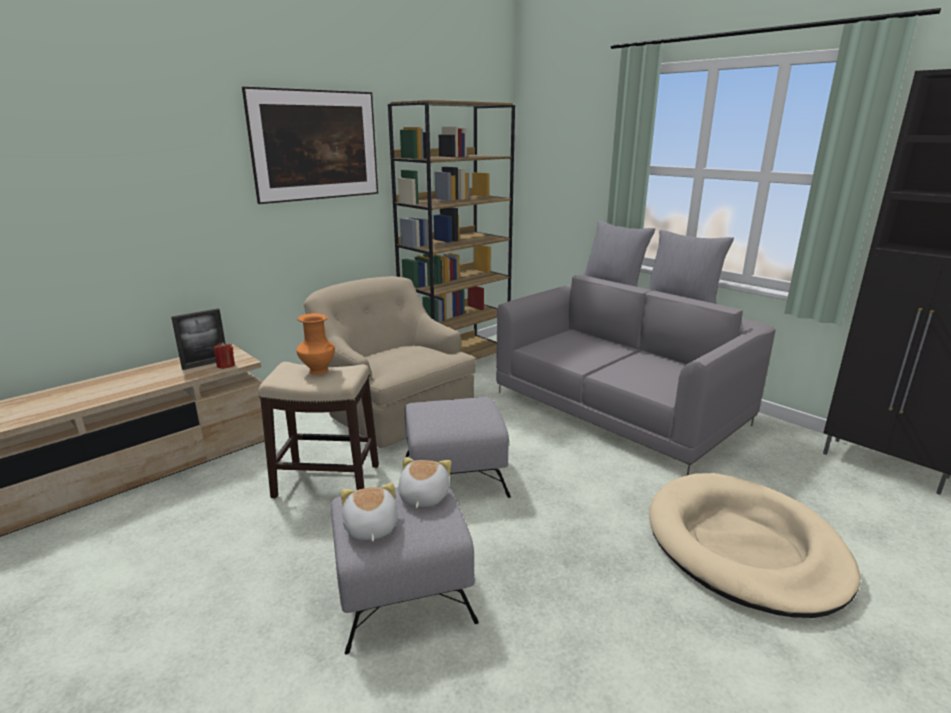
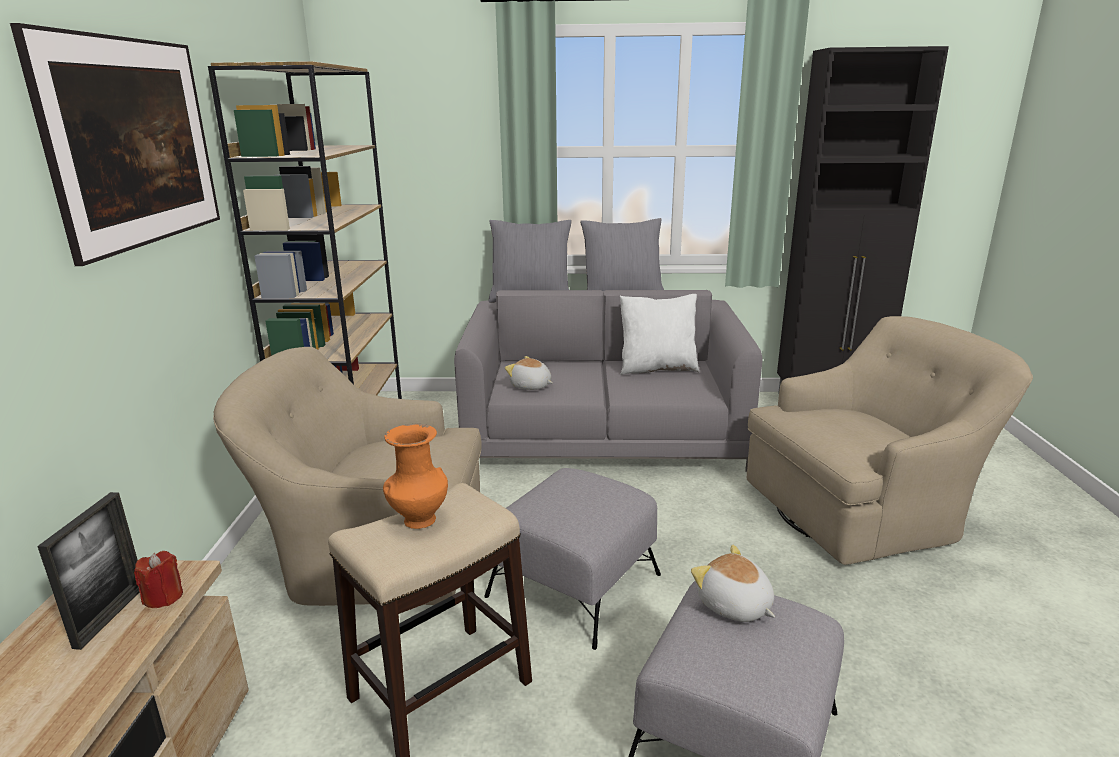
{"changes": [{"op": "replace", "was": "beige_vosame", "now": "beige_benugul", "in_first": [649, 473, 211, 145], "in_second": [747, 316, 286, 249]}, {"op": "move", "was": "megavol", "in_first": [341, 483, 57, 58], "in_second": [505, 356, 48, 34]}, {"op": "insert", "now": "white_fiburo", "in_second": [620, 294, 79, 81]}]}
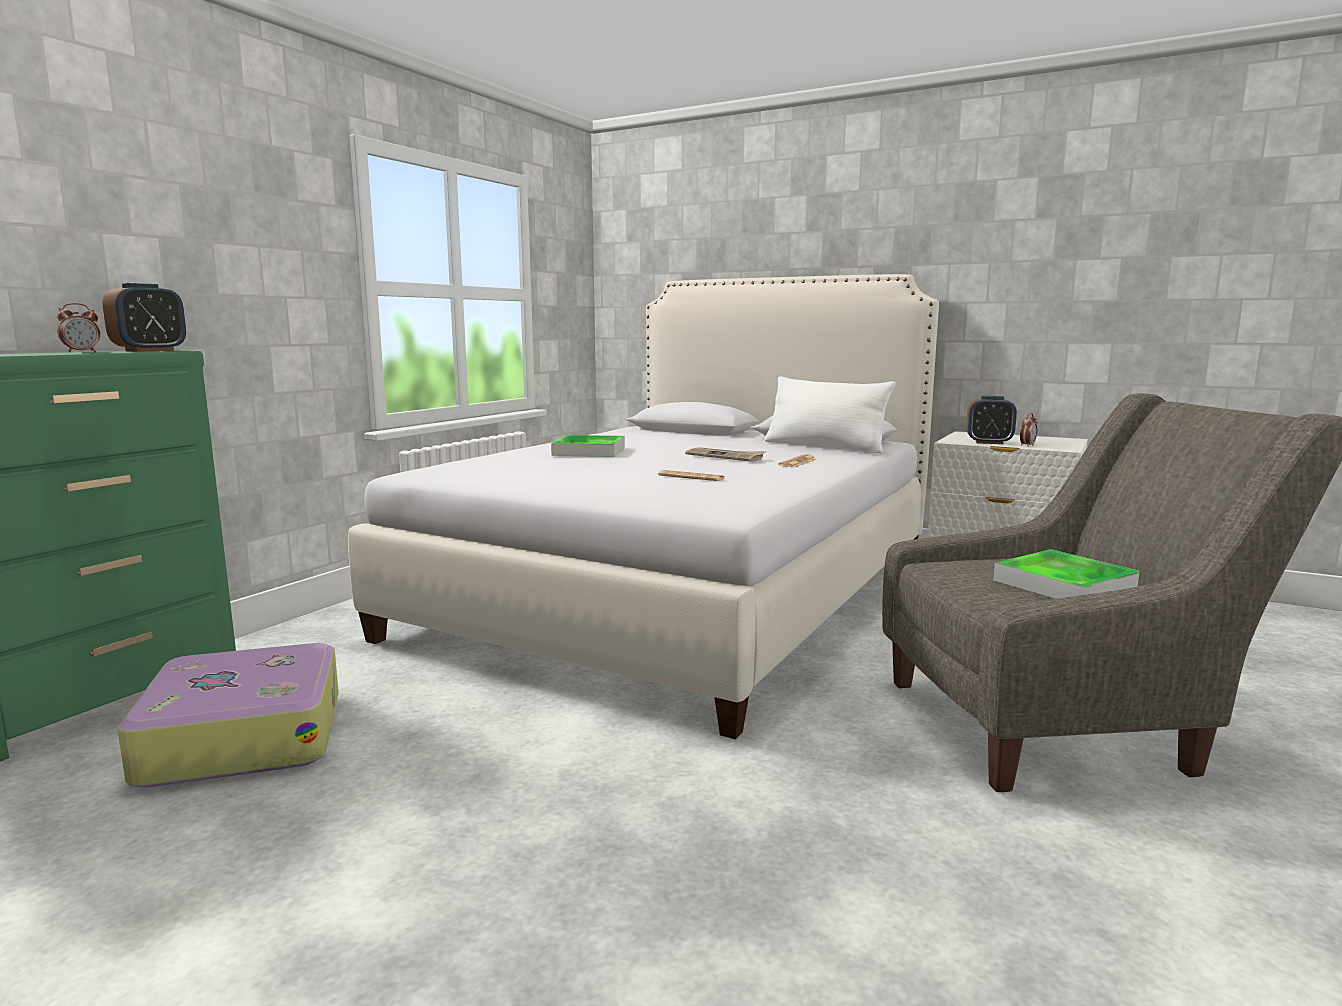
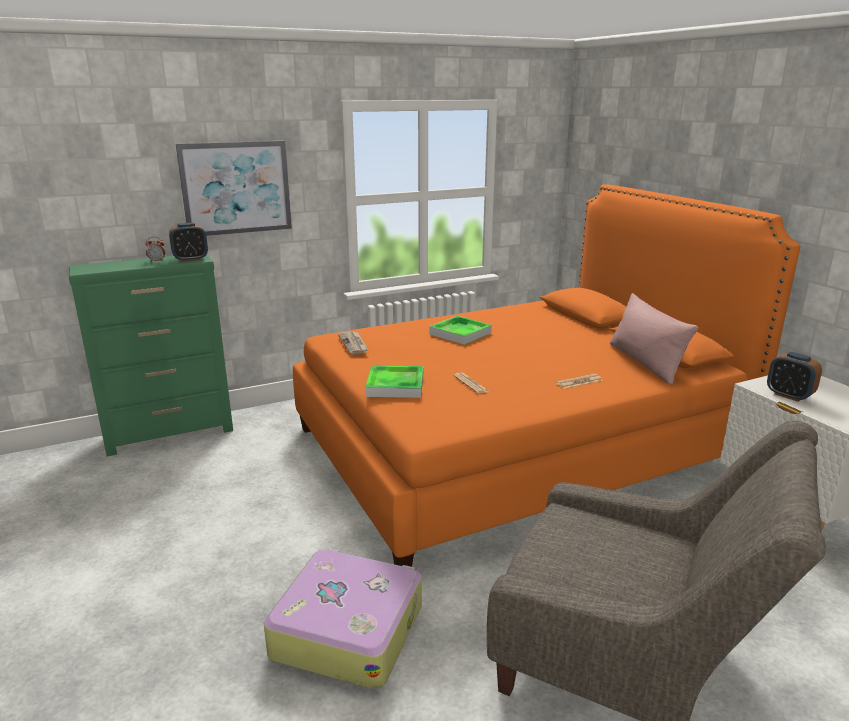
{"changes": [{"op": "recolor", "was": "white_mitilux", "now": "orange_mitilux", "in_first": [348, 274, 591, 465], "in_second": [293, 184, 507, 383]}, {"op": "recolor", "was": "white_fiburo", "now": "pink_fiburo", "in_first": [765, 376, 131, 78], "in_second": [610, 293, 88, 92]}, {"op": "delete", "was": "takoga", "in_first": [1020, 413, 18, 34]}, {"op": "move", "was": "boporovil", "in_first": [685, 447, 81, 15], "in_second": [338, 331, 30, 24]}, {"op": "move", "was": "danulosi", "in_first": [993, 549, 147, 50], "in_second": [365, 365, 58, 33]}, {"op": "move", "was": "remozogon", "in_first": [117, 643, 222, 145], "in_second": [264, 548, 158, 141]}, {"op": "insert", "now": "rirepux", "in_second": [176, 141, 116, 95]}]}
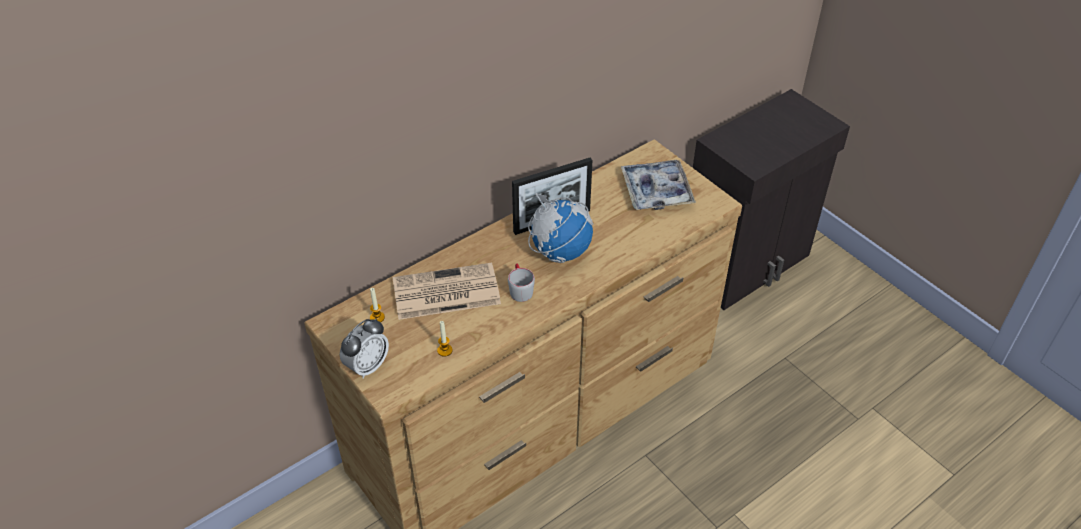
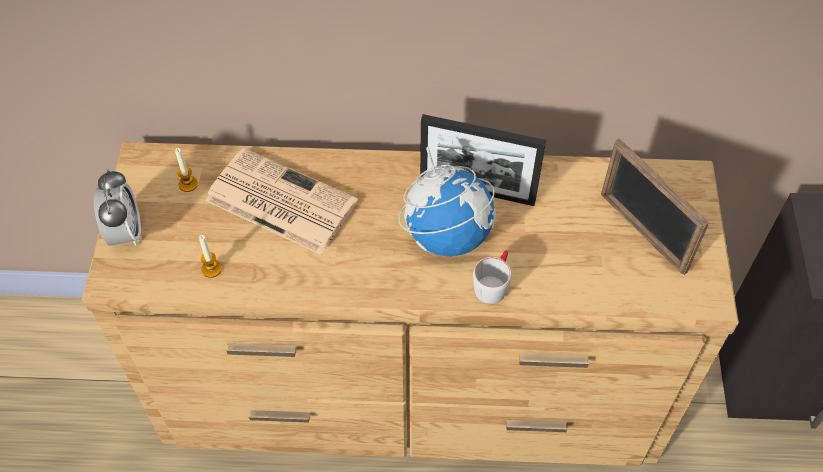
{"changes": [{"op": "replace", "was": "danulosi", "now": "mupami", "in_first": [621, 160, 75, 50], "in_second": [601, 139, 109, 136]}, {"op": "move", "was": "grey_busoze", "in_first": [508, 263, 27, 39], "in_second": [473, 250, 39, 54]}, {"op": "rotate", "was": "takoga", "in_first": [340, 318, 49, 61], "in_second": [94, 170, 47, 76], "clockwise": -90}]}
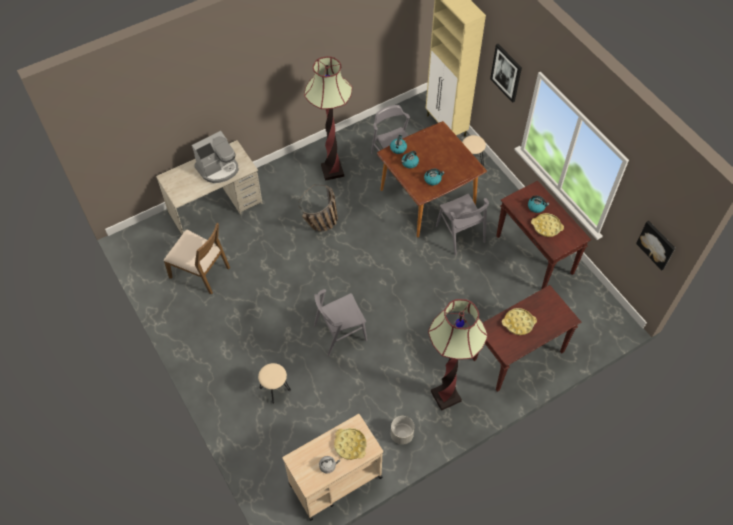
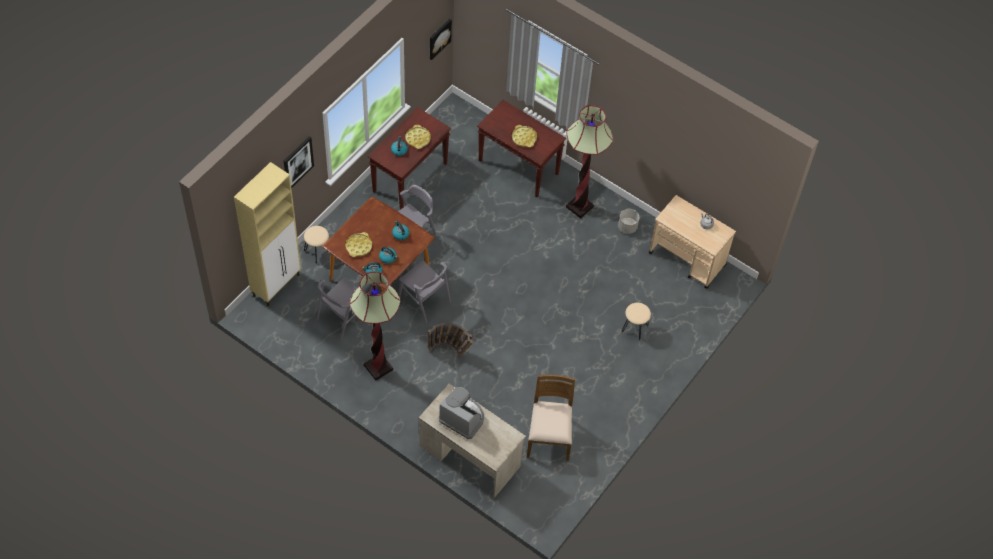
{"changes": [{"op": "move", "was": "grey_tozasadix", "in_first": [314, 289, 53, 67], "in_second": [398, 260, 53, 63]}, {"op": "move", "was": "yellow_danulosi", "in_first": [334, 428, 33, 32], "in_second": [346, 232, 26, 25]}]}
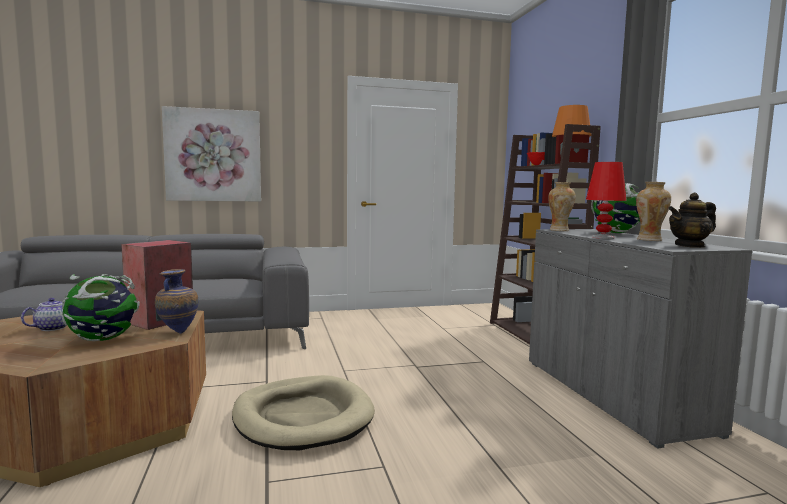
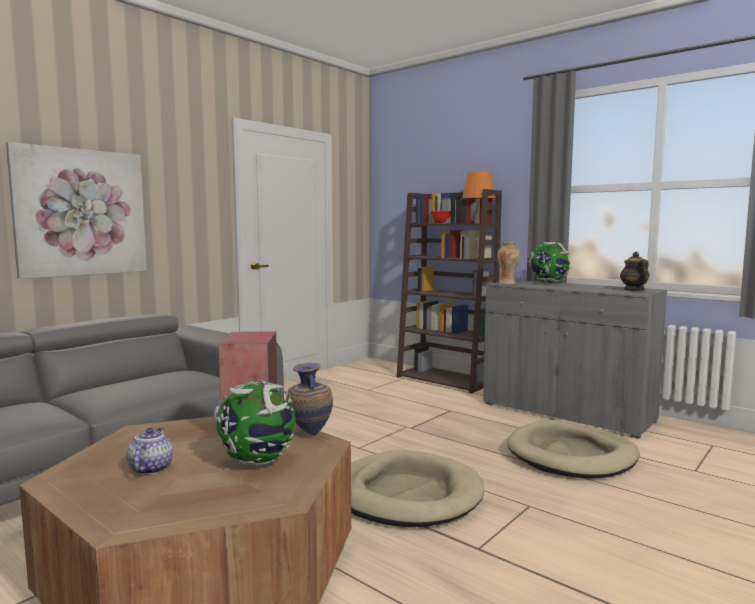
{"changes": [{"op": "delete", "was": "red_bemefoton", "in_first": [586, 162, 41, 77]}, {"op": "delete", "was": "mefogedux", "in_first": [636, 182, 35, 59]}, {"op": "rotate", "was": "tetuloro", "in_first": [668, 193, 48, 55], "in_second": [620, 252, 29, 39], "clockwise": 135}, {"op": "insert", "now": "beige_vosame", "in_second": [507, 420, 133, 58]}]}
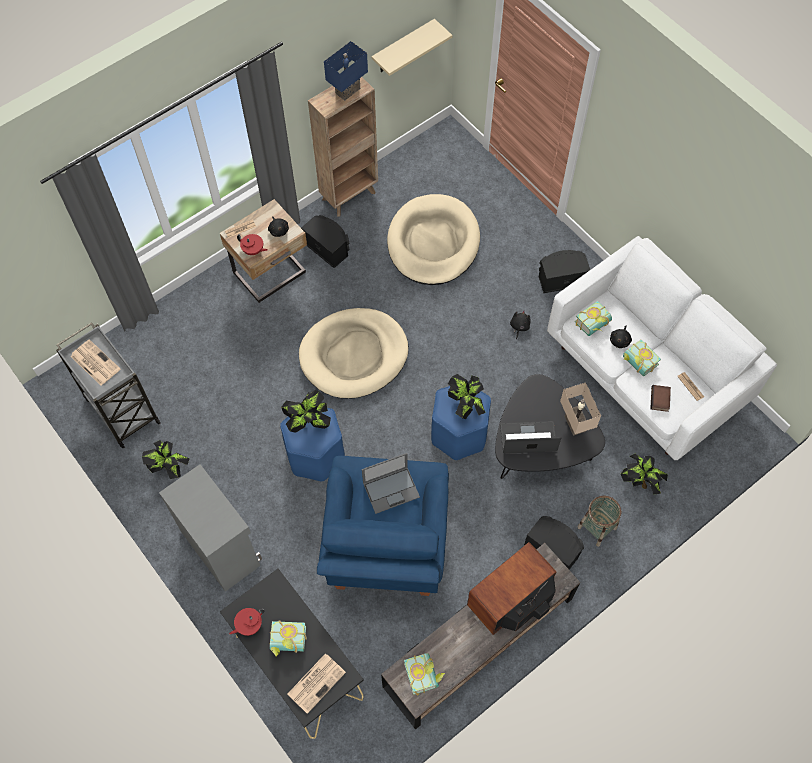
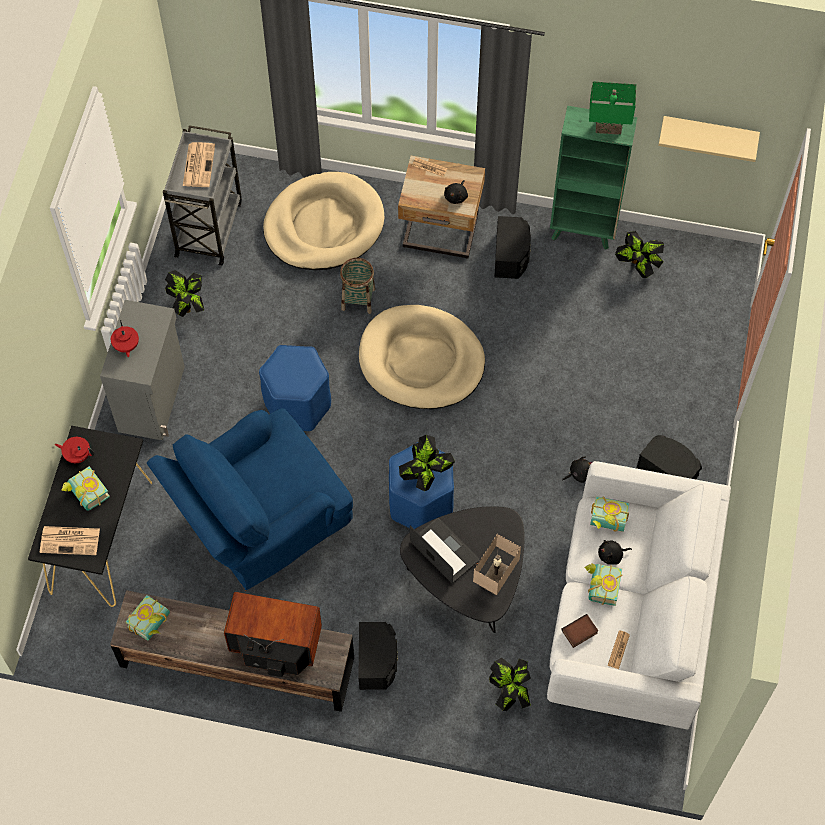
{"changes": [{"op": "recolor", "was": "blue_bemefoton", "now": "green_bemefoton", "in_first": [324, 41, 44, 60], "in_second": [589, 81, 47, 54]}, {"op": "recolor", "was": "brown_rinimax", "now": "green_rinimax", "in_first": [308, 77, 70, 140], "in_second": [550, 106, 87, 144]}, {"op": "move", "was": "beige_vosame", "in_first": [387, 194, 93, 91], "in_second": [263, 172, 122, 98]}, {"op": "move", "was": "red_tetuloro", "in_first": [237, 234, 31, 21], "in_second": [111, 320, 28, 37]}, {"op": "move", "was": "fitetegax", "in_first": [281, 390, 50, 43], "in_second": [615, 231, 49, 47]}, {"op": "delete", "was": "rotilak", "in_first": [362, 453, 58, 61]}, {"op": "move", "was": "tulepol", "in_first": [577, 496, 45, 51], "in_second": [340, 258, 35, 56]}]}
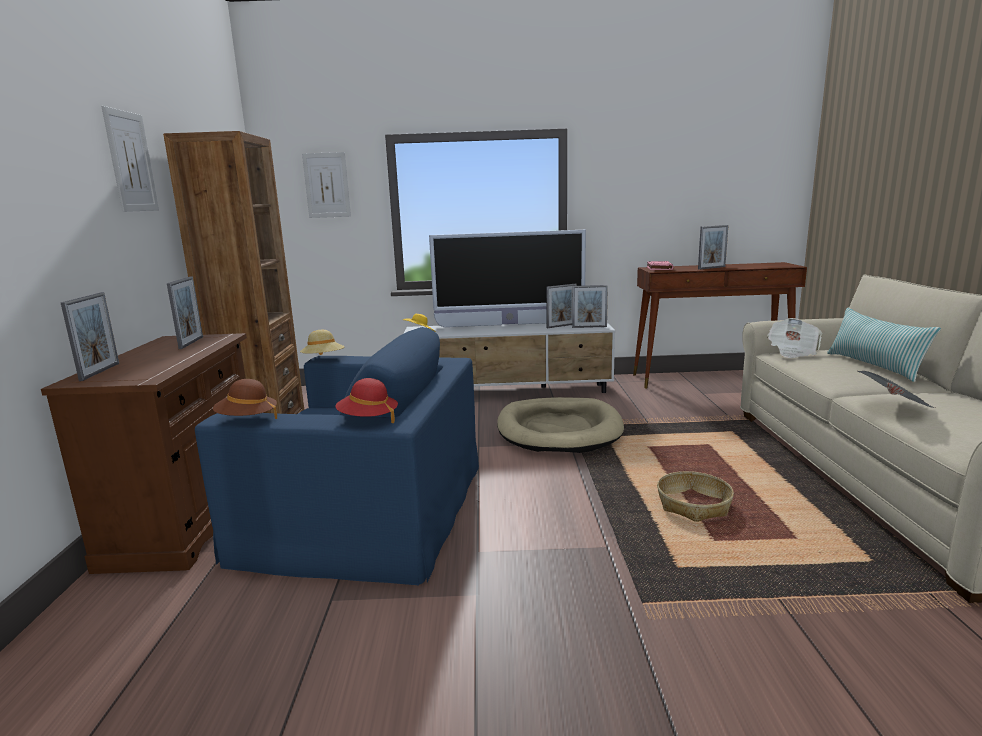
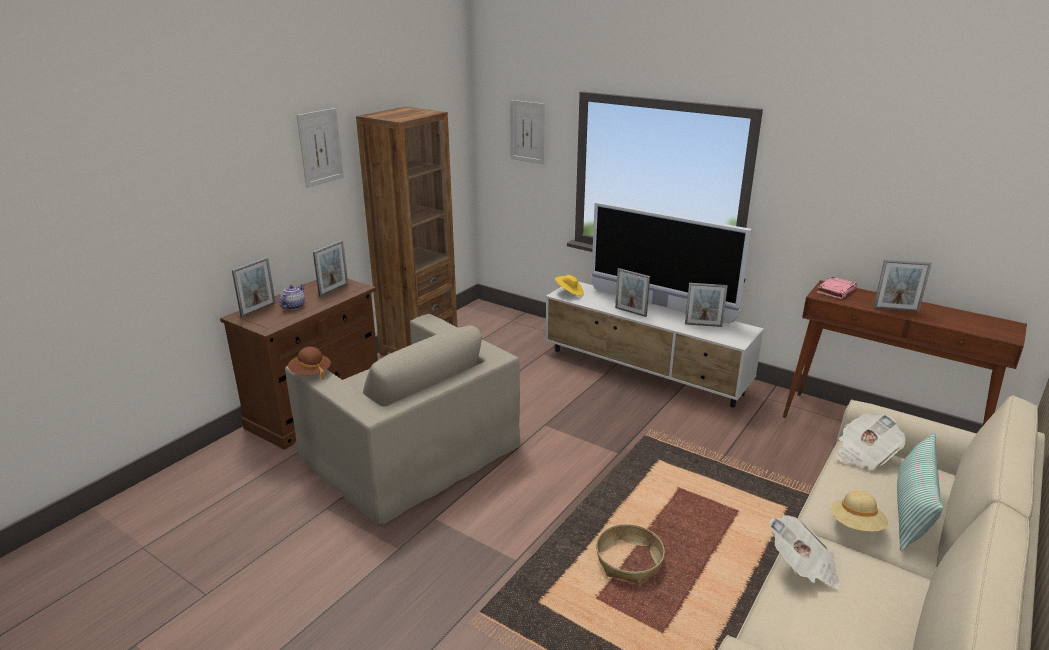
{"changes": [{"op": "move", "was": "mupami", "in_first": [572, 285, 36, 43], "in_second": [615, 268, 35, 49]}, {"op": "recolor", "was": "blue_benugul", "now": "beige_benugul", "in_first": [195, 327, 284, 258], "in_second": [285, 314, 235, 211]}, {"op": "move", "was": "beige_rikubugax", "in_first": [300, 330, 45, 25], "in_second": [831, 490, 57, 42]}, {"op": "delete", "was": "red_rikubugax", "in_first": [335, 378, 63, 45]}, {"op": "delete", "was": "beige_vosame", "in_first": [497, 397, 127, 56]}, {"op": "insert", "now": "tetuloro", "in_second": [279, 284, 26, 26]}]}
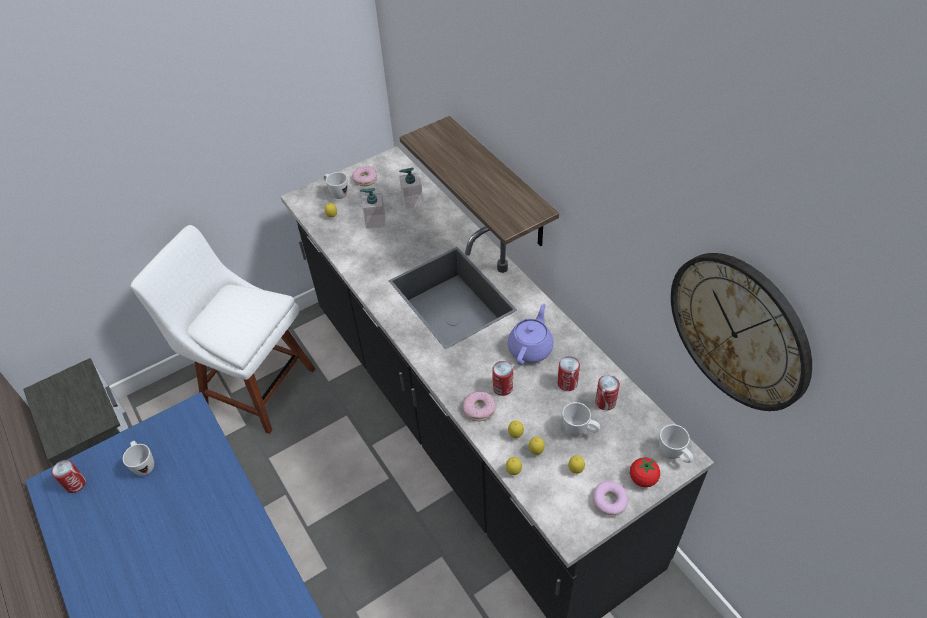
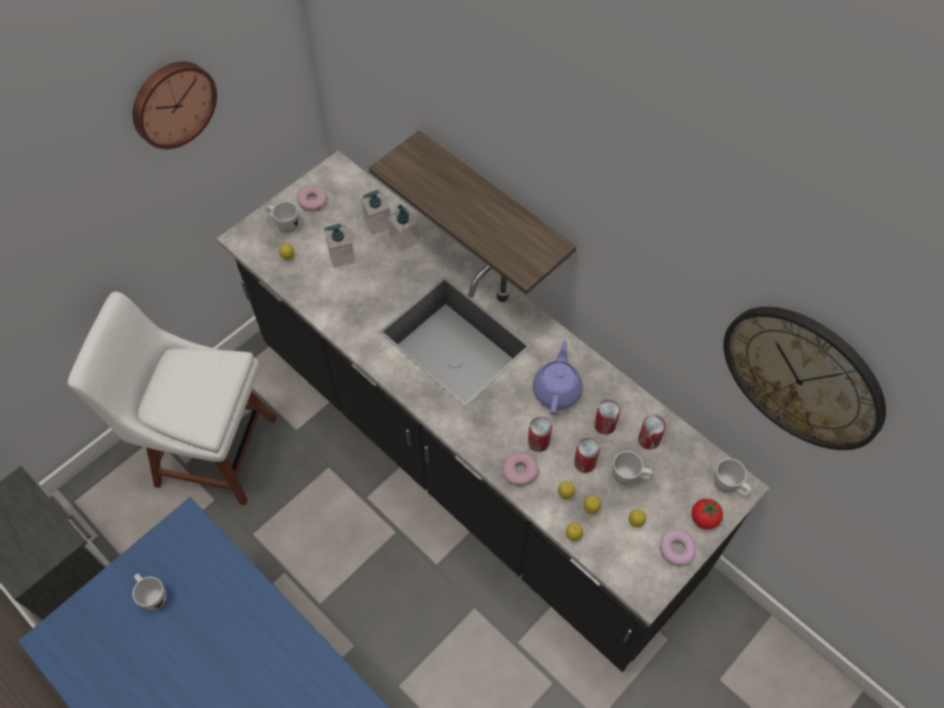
{"changes": [{"op": "move", "was": "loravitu", "in_first": [52, 460, 34, 33], "in_second": [574, 438, 26, 35]}, {"op": "insert", "now": "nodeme", "in_second": [133, 61, 84, 88]}, {"op": "insert", "now": "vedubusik", "in_second": [387, 205, 33, 47]}]}
